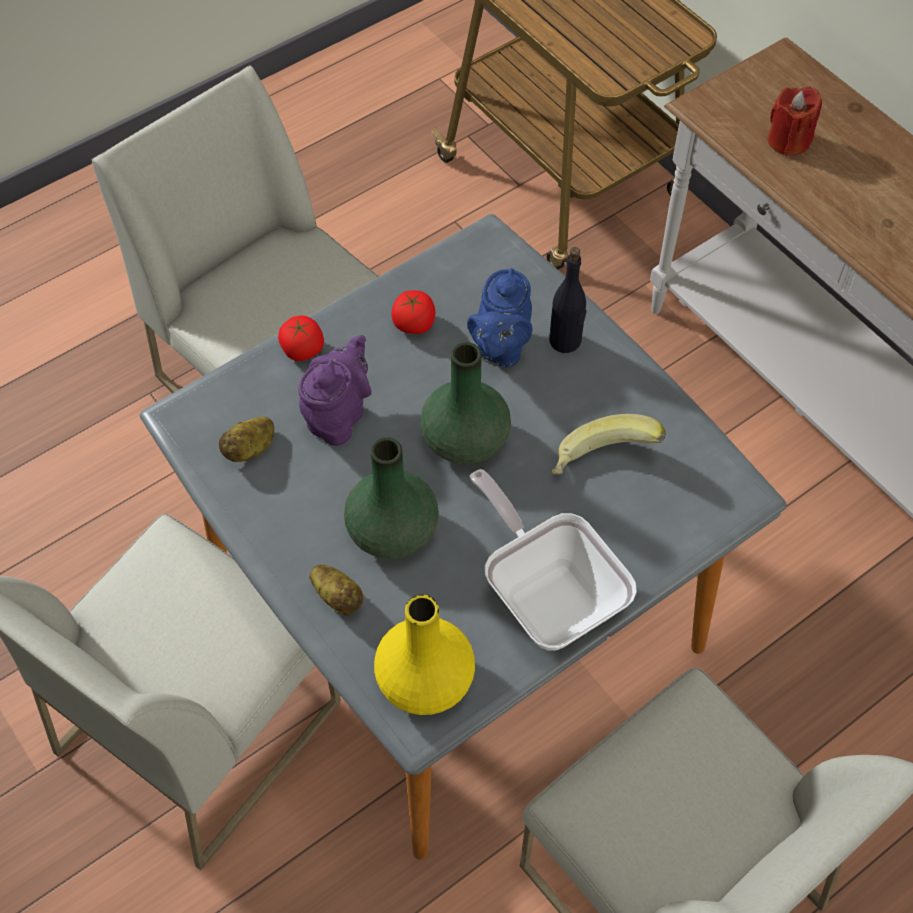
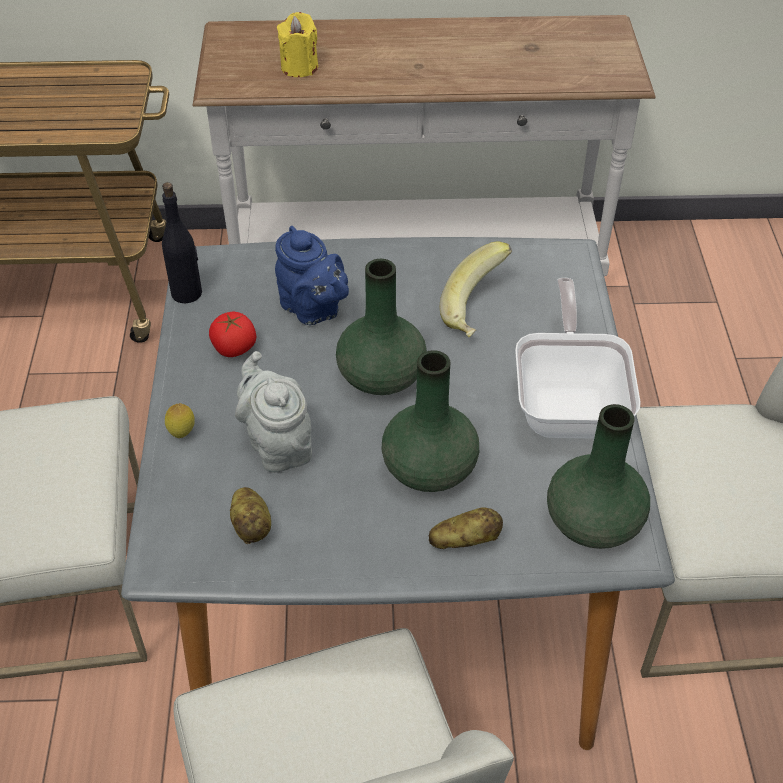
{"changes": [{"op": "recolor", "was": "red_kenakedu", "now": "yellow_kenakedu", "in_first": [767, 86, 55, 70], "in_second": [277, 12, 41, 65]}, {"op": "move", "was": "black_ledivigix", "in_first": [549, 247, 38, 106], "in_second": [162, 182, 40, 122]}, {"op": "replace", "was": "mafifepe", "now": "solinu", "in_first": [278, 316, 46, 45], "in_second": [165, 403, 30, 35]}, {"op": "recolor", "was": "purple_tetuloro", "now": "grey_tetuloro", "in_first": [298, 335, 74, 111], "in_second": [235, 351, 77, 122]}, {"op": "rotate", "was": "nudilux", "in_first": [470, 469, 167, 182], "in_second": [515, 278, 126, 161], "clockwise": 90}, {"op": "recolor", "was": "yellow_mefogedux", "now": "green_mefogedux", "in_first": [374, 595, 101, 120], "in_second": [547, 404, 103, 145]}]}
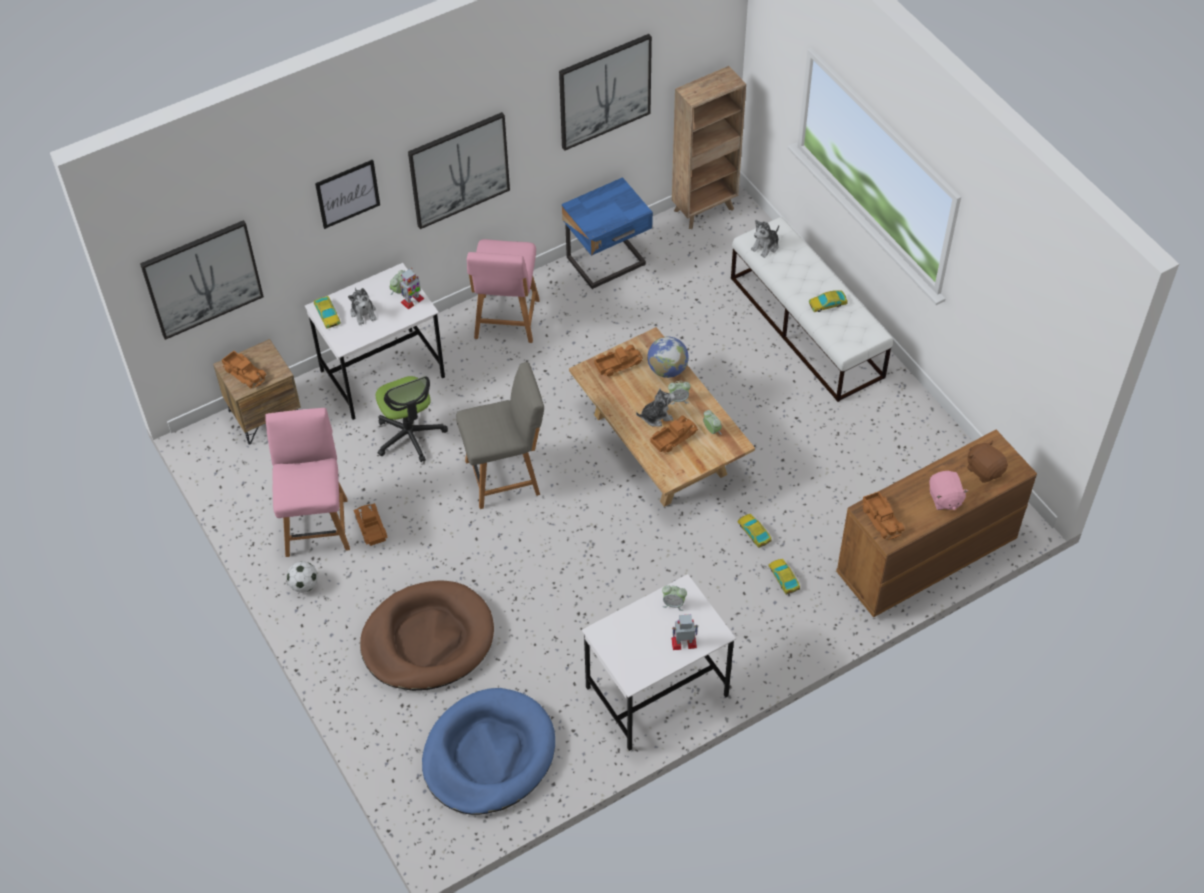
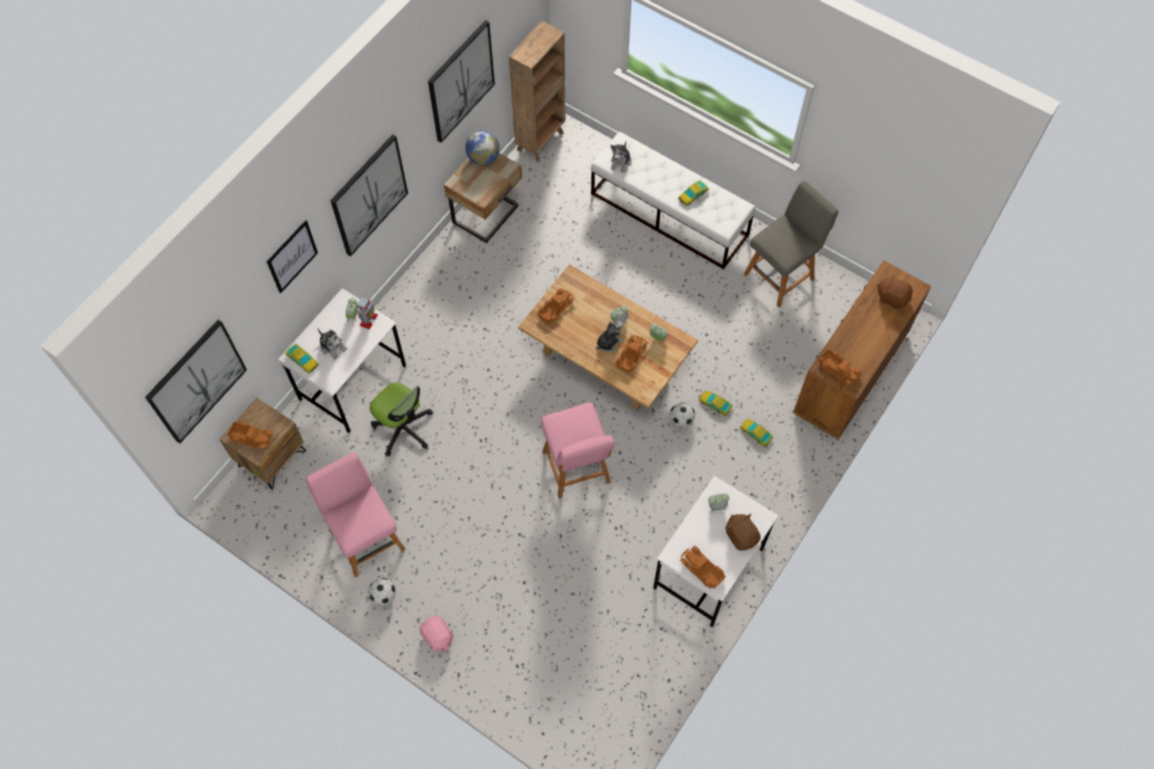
{"changes": [{"op": "recolor", "was": "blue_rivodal", "now": "beige_rivodal", "in_first": [562, 177, 91, 112], "in_second": [444, 153, 78, 90]}, {"op": "move", "was": "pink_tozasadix", "in_first": [467, 239, 73, 104], "in_second": [541, 403, 73, 96]}, {"op": "move", "was": "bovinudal", "in_first": [647, 337, 42, 41], "in_second": [465, 131, 35, 34]}, {"op": "move", "was": "grey_tozasadix", "in_first": [456, 362, 88, 147], "in_second": [744, 180, 95, 127]}, {"op": "move", "was": "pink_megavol", "in_first": [929, 471, 40, 39], "in_second": [420, 616, 33, 35]}, {"op": "move", "was": "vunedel", "in_first": [354, 503, 34, 43], "in_second": [680, 546, 45, 43]}, {"op": "delete", "was": "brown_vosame", "in_first": [360, 581, 134, 110]}, {"op": "replace", "was": "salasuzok", "now": "brown_megavol", "in_first": [671, 614, 27, 36], "in_second": [725, 513, 36, 38]}, {"op": "delete", "was": "blue_vosame", "in_first": [422, 688, 133, 127]}, {"op": "insert", "now": "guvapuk", "in_second": [669, 402, 26, 26]}]}
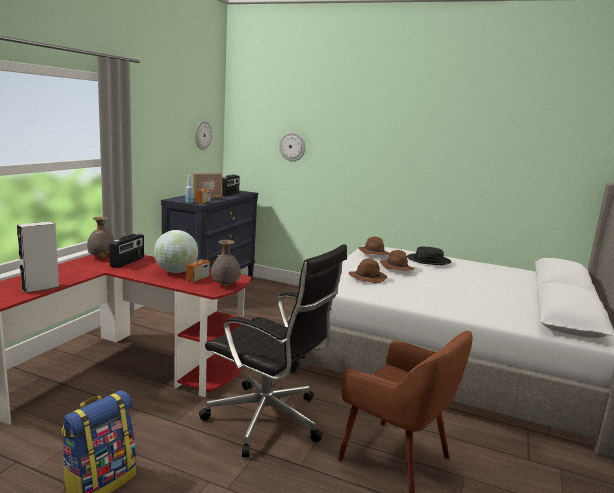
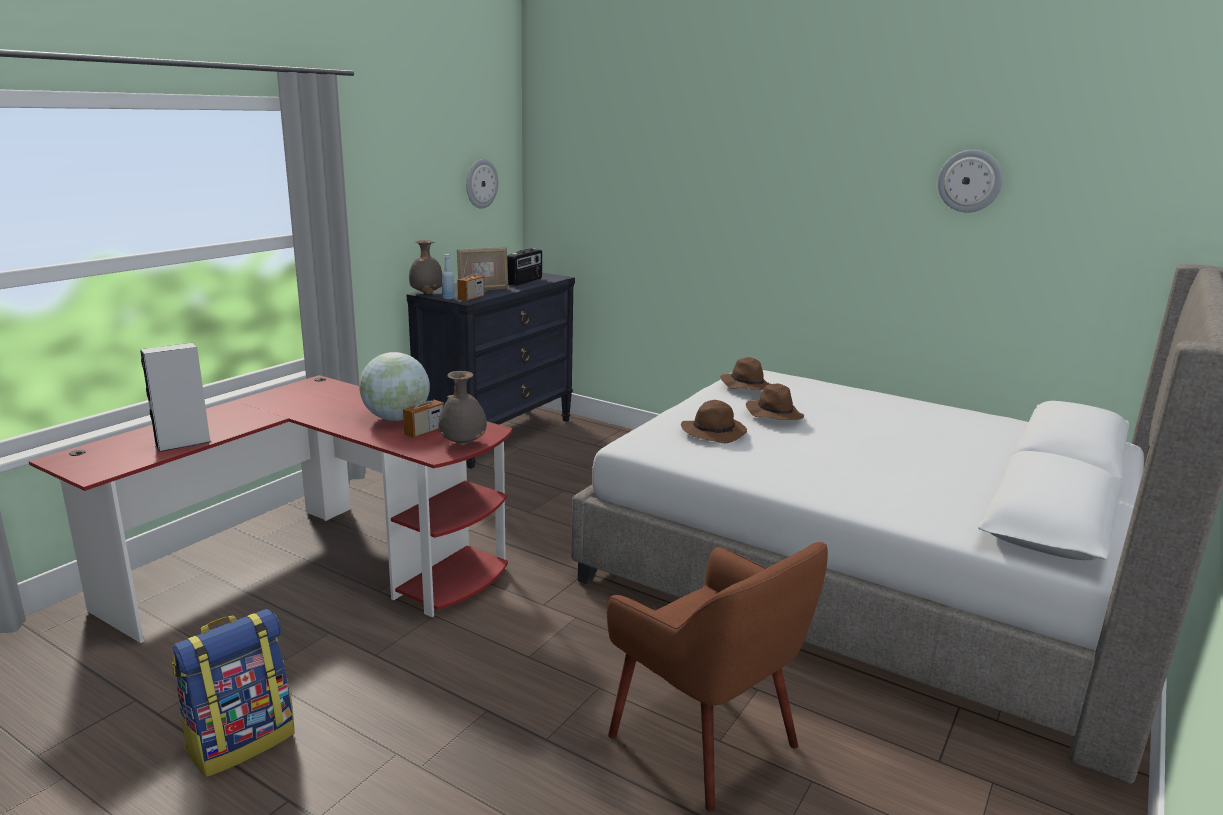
{"changes": [{"op": "move", "was": "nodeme", "in_first": [279, 132, 27, 29], "in_second": [938, 150, 65, 62]}, {"op": "move", "was": "grey_mefogedux", "in_first": [87, 217, 27, 41], "in_second": [409, 240, 33, 54]}, {"op": "delete", "was": "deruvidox", "in_first": [109, 233, 35, 35]}, {"op": "delete", "was": "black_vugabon", "in_first": [199, 244, 148, 213]}, {"op": "delete", "was": "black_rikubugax", "in_first": [407, 247, 44, 18]}]}
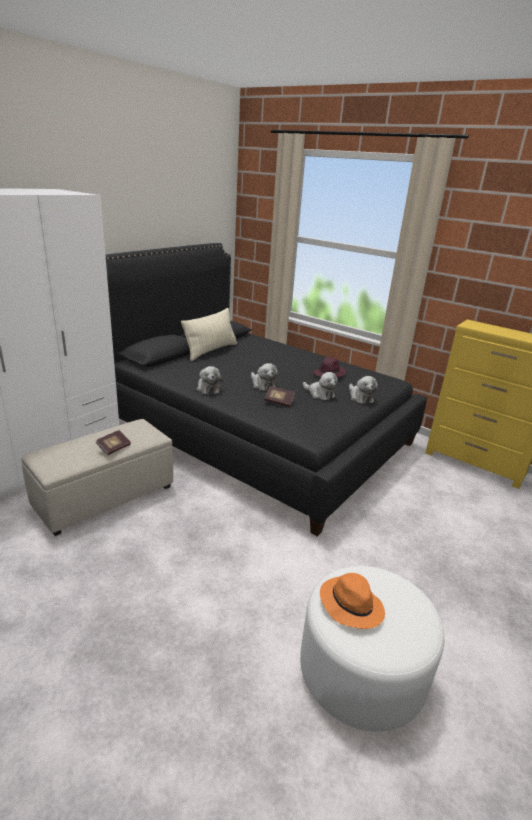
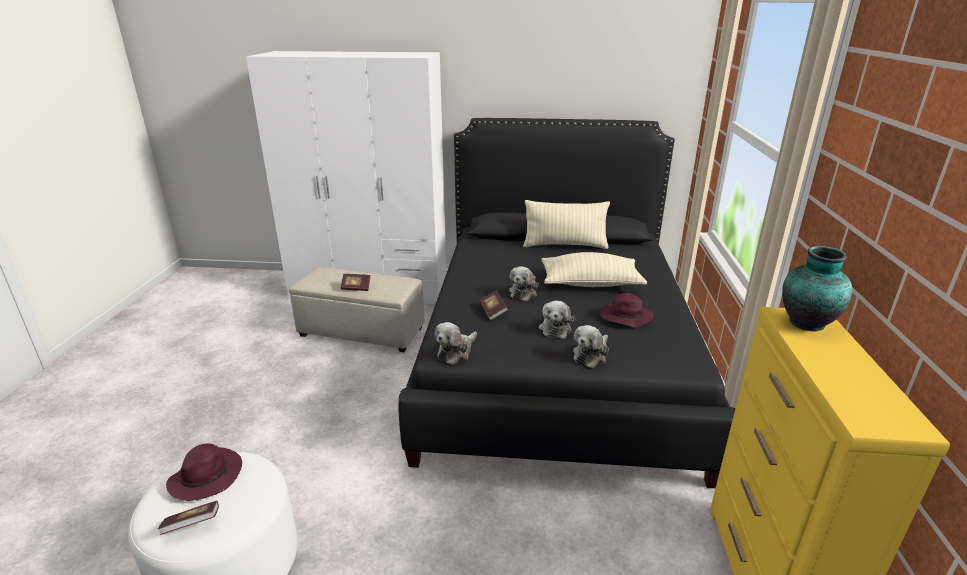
{"changes": [{"op": "move", "was": "megavol", "in_first": [196, 366, 27, 29], "in_second": [435, 322, 42, 43]}, {"op": "recolor", "was": "orange_rikubugax", "now": "purple_rikubugax", "in_first": [320, 573, 65, 56], "in_second": [166, 443, 76, 58]}, {"op": "insert", "now": "mefogedux", "in_second": [782, 246, 70, 86]}, {"op": "insert", "now": "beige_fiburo", "in_second": [541, 252, 106, 35]}, {"op": "insert", "now": "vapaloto", "in_second": [158, 501, 61, 34]}]}
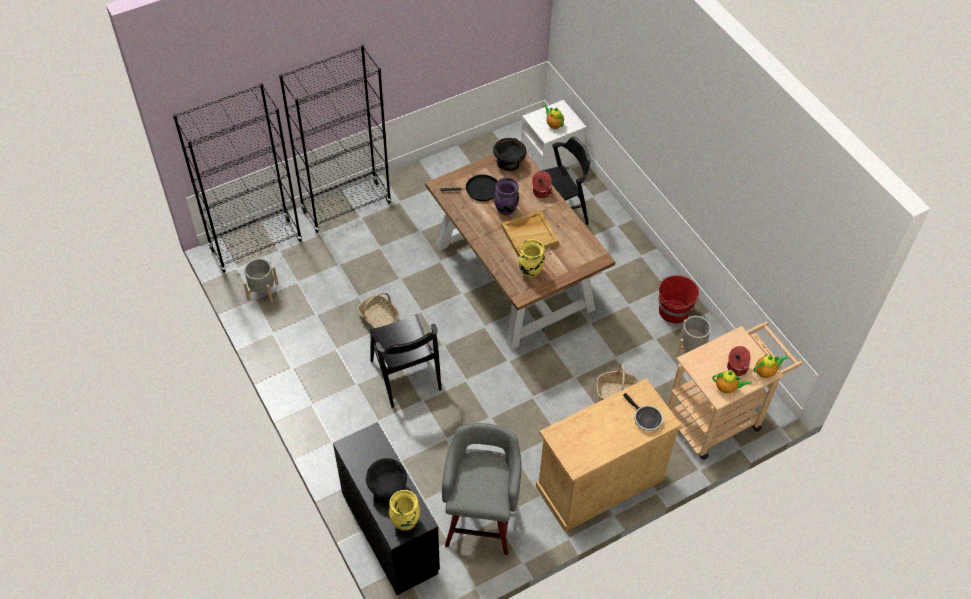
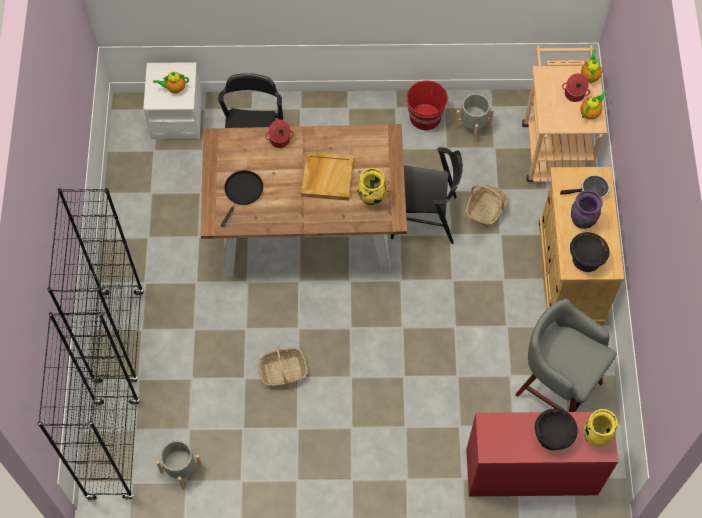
{"changes": [{"op": "move", "was": "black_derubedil", "in_first": [493, 138, 34, 33], "in_second": [570, 232, 40, 40]}, {"op": "move", "was": "purple_mefogedux", "in_first": [494, 177, 25, 38], "in_second": [571, 190, 32, 39]}, {"op": "move", "was": "black_tozasadix", "in_first": [370, 314, 72, 94], "in_second": [391, 147, 72, 97]}, {"op": "recolor", "was": "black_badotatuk", "now": "red_badotatuk", "in_first": [333, 422, 107, 173], "in_second": [466, 412, 152, 85]}]}
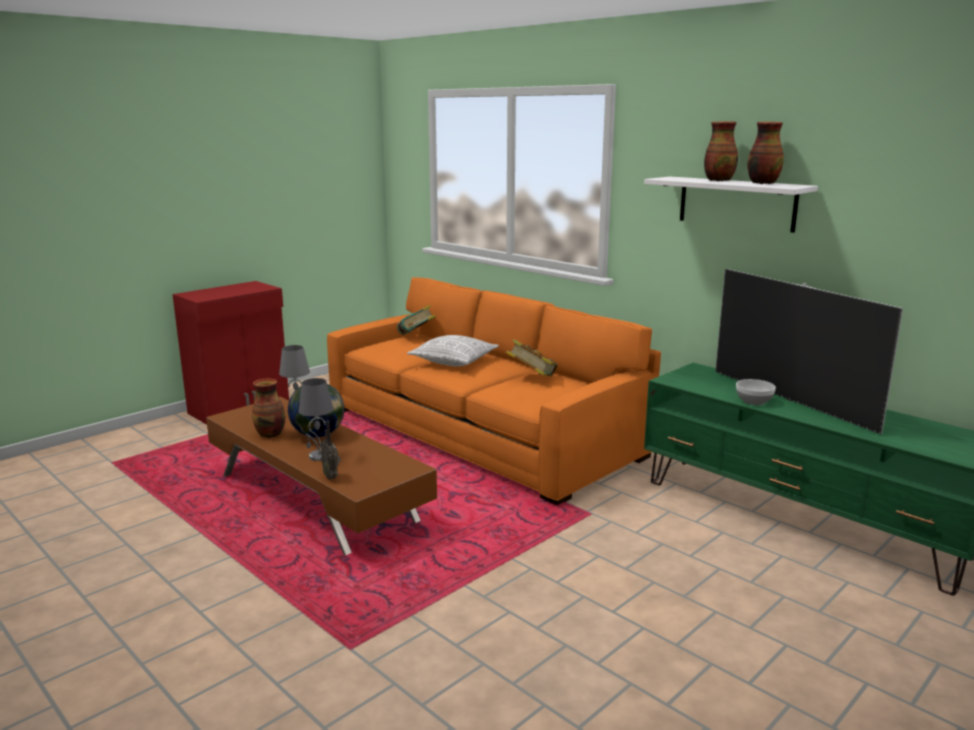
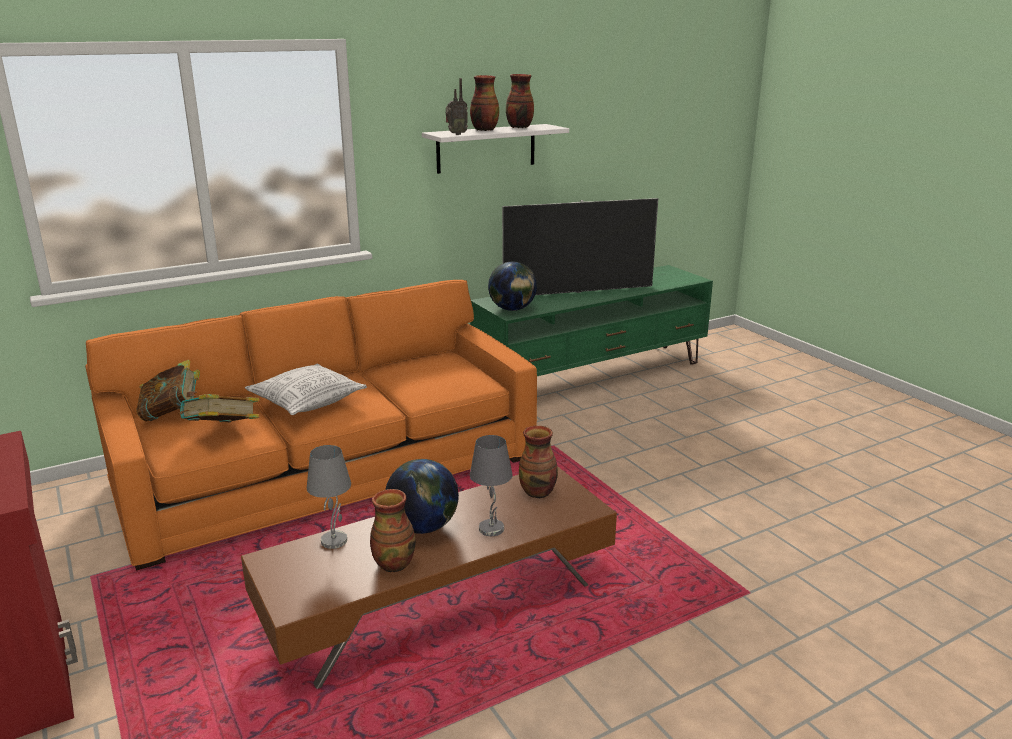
{"changes": [{"op": "move", "was": "vapaloto", "in_first": [505, 339, 53, 38], "in_second": [178, 394, 81, 28]}, {"op": "delete", "was": "derubedil", "in_first": [736, 379, 40, 26]}, {"op": "move", "was": "deruvidox", "in_first": [321, 421, 20, 59], "in_second": [446, 78, 22, 57]}, {"op": "insert", "now": "bovinudal", "in_second": [488, 262, 49, 49]}, {"op": "insert", "now": "mefogedux", "in_second": [519, 426, 39, 73]}]}
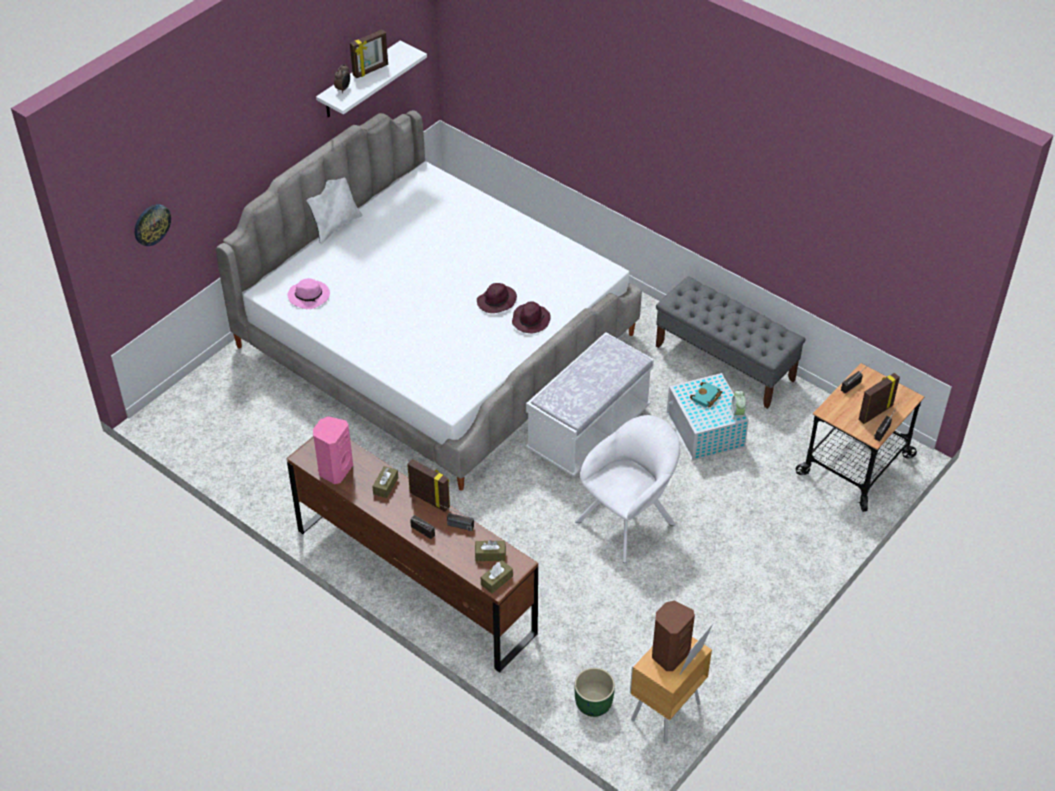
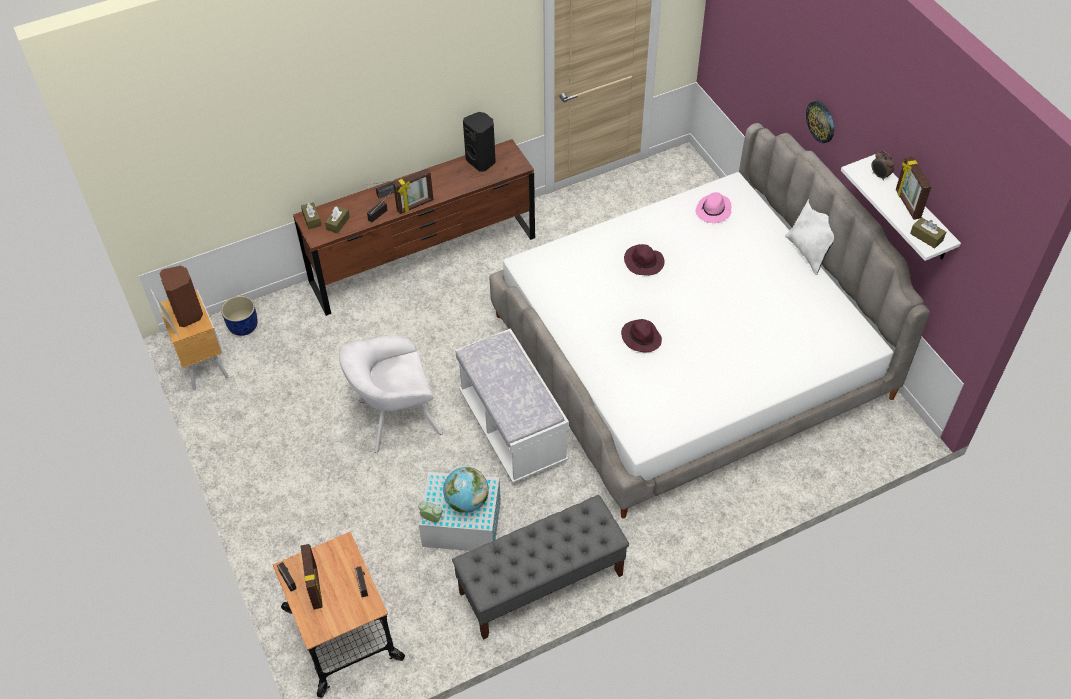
{"changes": [{"op": "move", "was": "nodeme", "in_first": [135, 204, 36, 42], "in_second": [806, 101, 28, 42]}, {"op": "move", "was": "purple_rikubugax", "in_first": [512, 301, 39, 32], "in_second": [624, 244, 41, 32]}, {"op": "replace", "was": "turquoise_vapaloto", "now": "bovinudal", "in_first": [690, 382, 32, 26], "in_second": [443, 467, 46, 46]}, {"op": "rotate", "was": "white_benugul", "in_first": [575, 415, 105, 148], "in_second": [339, 335, 104, 118], "clockwise": 90}, {"op": "recolor", "was": "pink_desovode", "now": "black_desovode", "in_first": [313, 416, 40, 68], "in_second": [463, 112, 33, 60]}, {"op": "move", "was": "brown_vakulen", "in_first": [372, 466, 26, 32], "in_second": [910, 217, 36, 31]}, {"op": "recolor", "was": "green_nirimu", "now": "blue_nirimu", "in_first": [574, 668, 41, 49], "in_second": [221, 296, 37, 40]}]}
